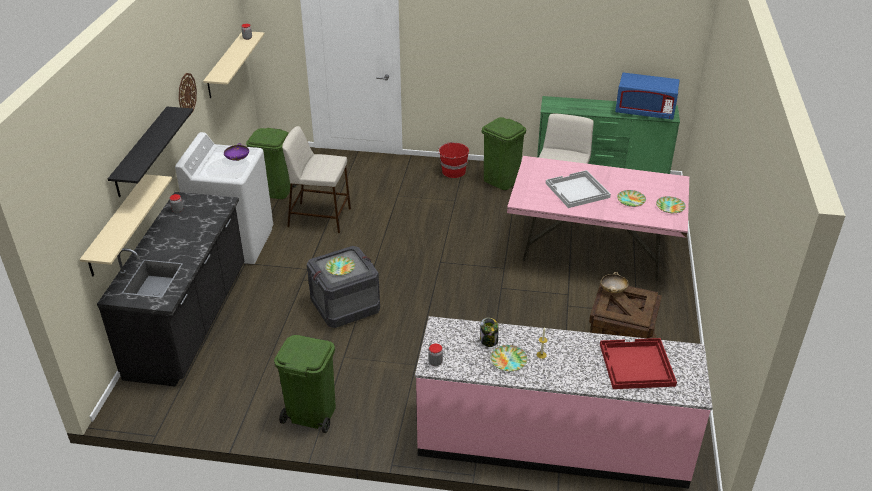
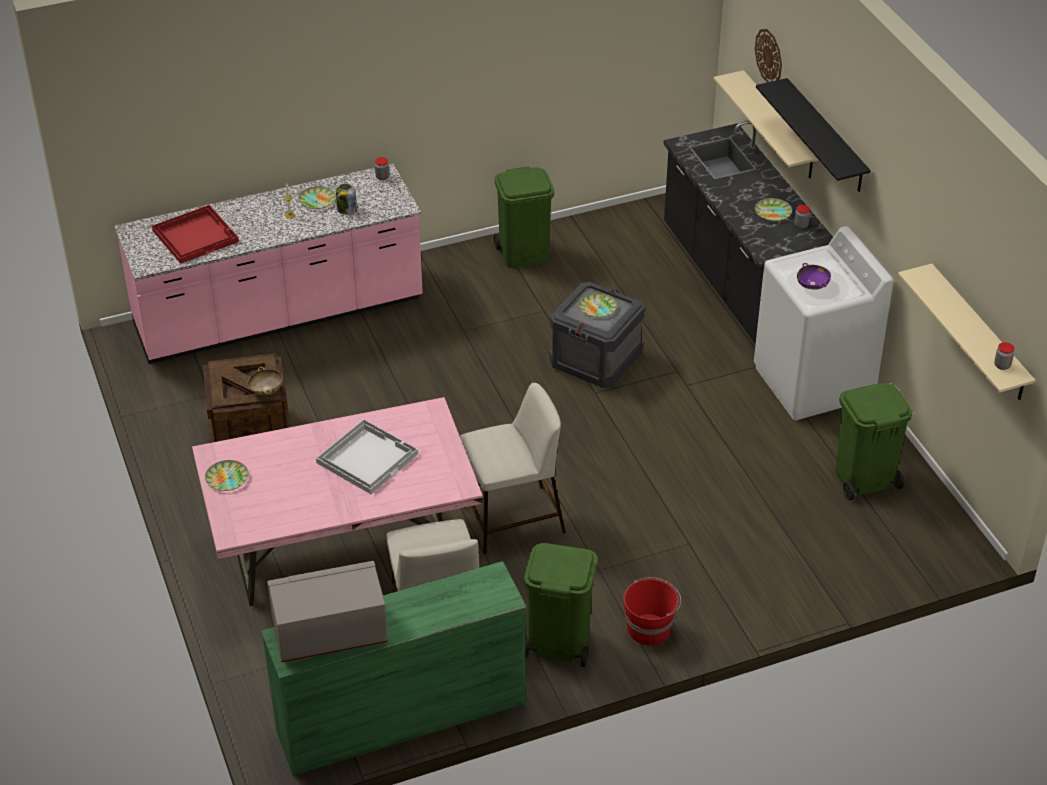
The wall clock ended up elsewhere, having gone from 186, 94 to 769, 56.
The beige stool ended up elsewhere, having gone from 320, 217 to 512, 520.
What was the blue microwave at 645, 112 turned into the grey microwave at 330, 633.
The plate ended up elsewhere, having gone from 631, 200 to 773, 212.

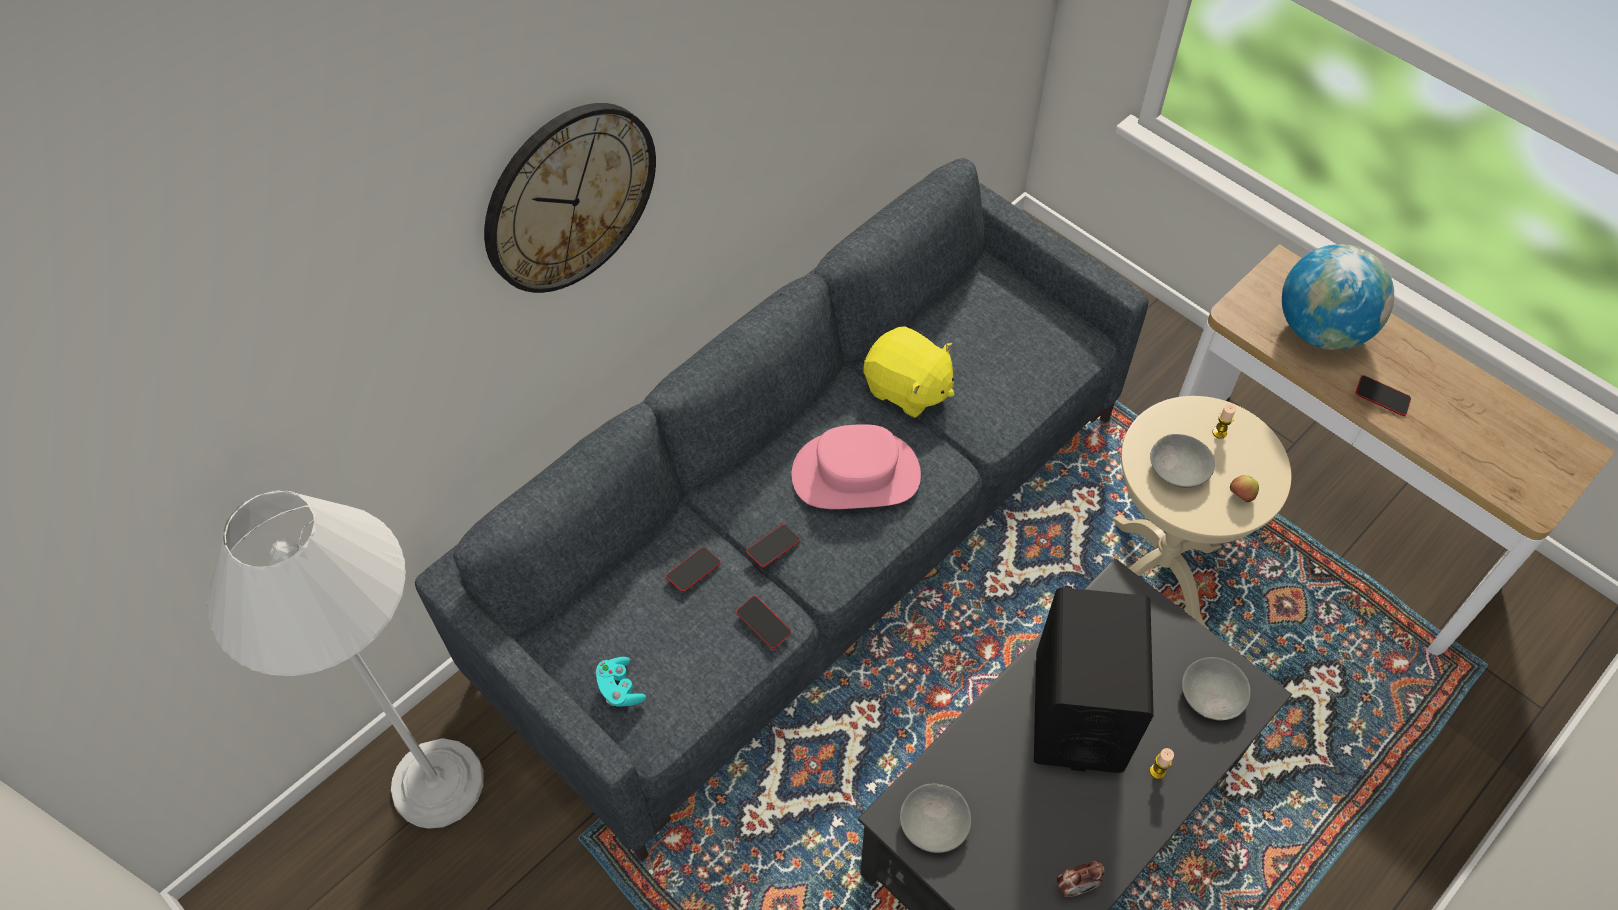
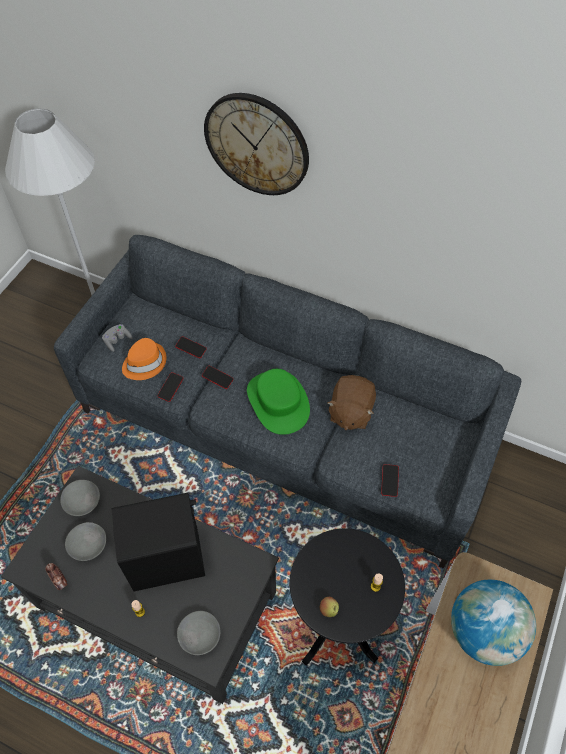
What was the turquoise game controller at 620, 688 turned into the grey game controller at 117, 341.
What was the pink hat at 856, 474 turned into the green hat at 278, 402.
What was the yellow plush toy at 907, 389 turned into the brown plush toy at 350, 412.
What was the beige side table at 1157, 575 turned into the black side table at 337, 625.
The grey bowl ended up elsewhere, having gone from 1178, 468 to 88, 544.
The phone ended up elsewhere, having gone from 1381, 398 to 389, 481.
The second view gained the orange hat at 144, 362.

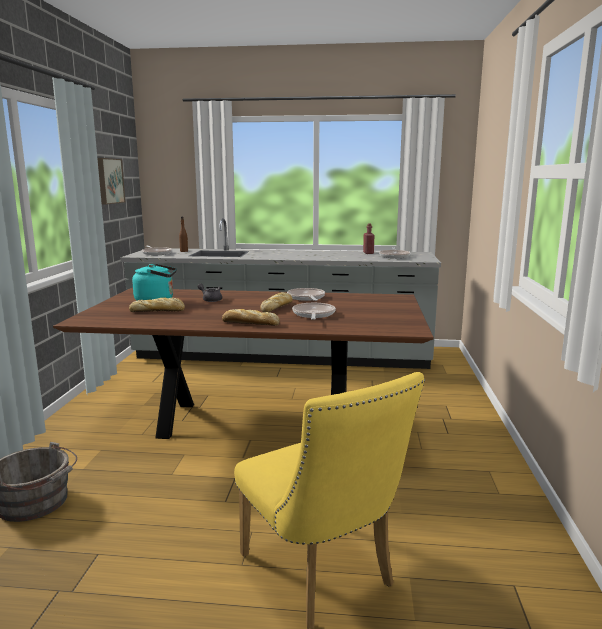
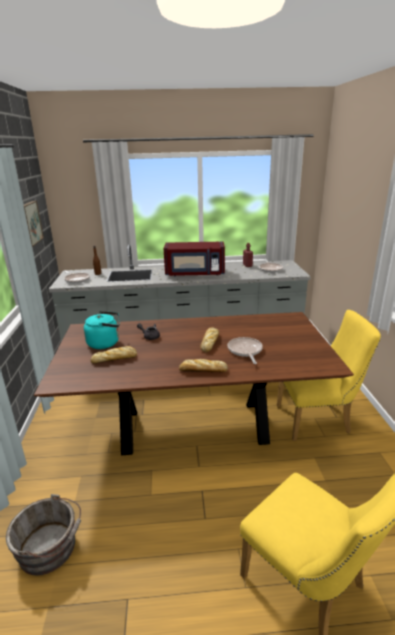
The second view lost the frying pan at 306, 298.
The second view gained the red microwave at 195, 274.
The second view gained the yellow chair at 318, 420.

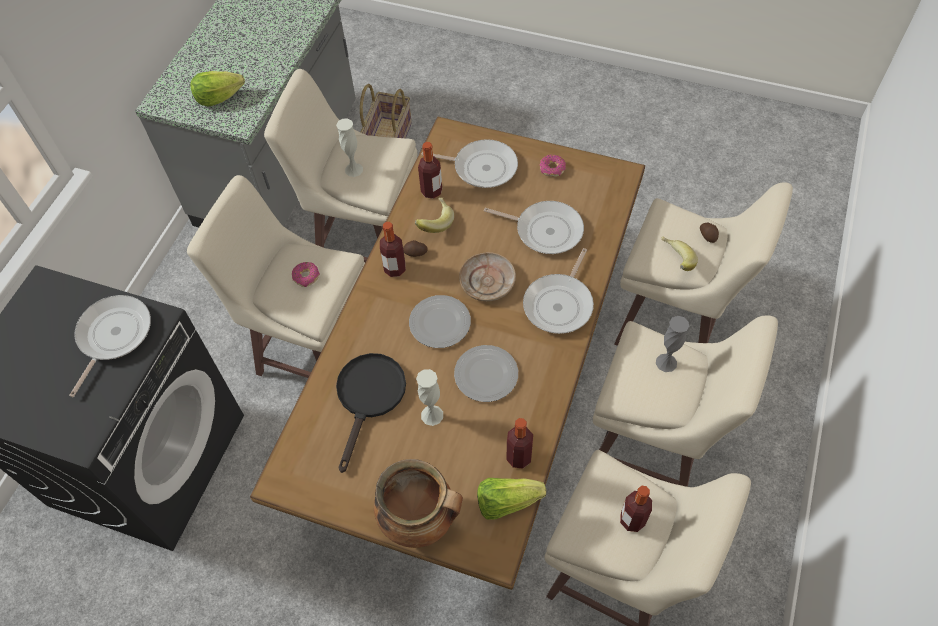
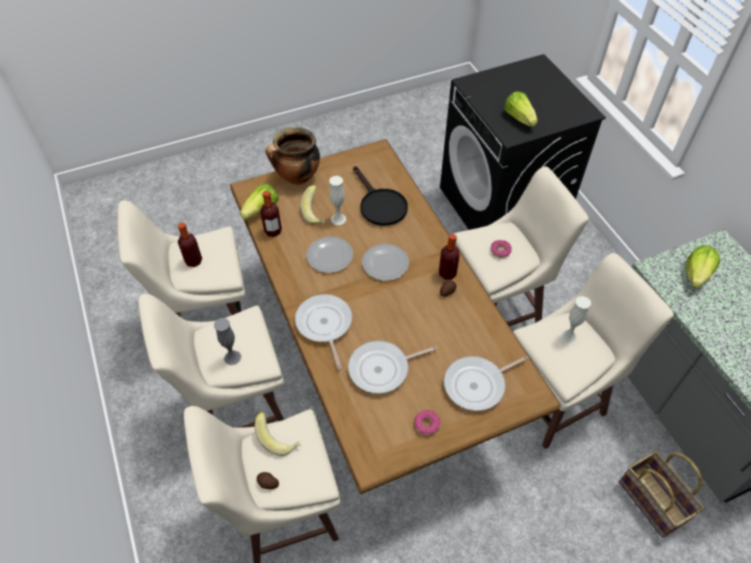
Where the frying pan stood at 113, 336, the lettuce came to stand at 519, 118.
The banana ended up elsewhere, having gone from 434, 222 to 316, 213.
The second view lost the bottle at 431, 191.
The second view lost the beige plate at 487, 281.

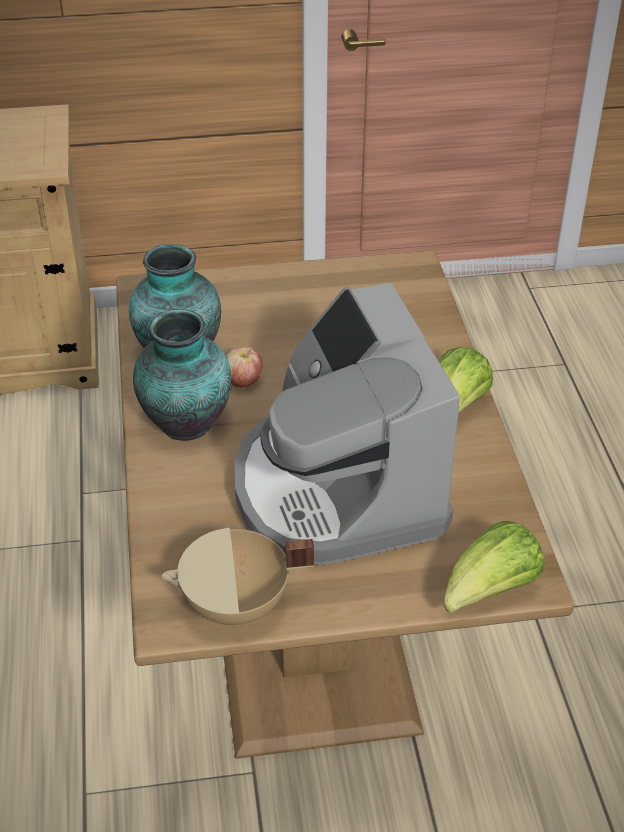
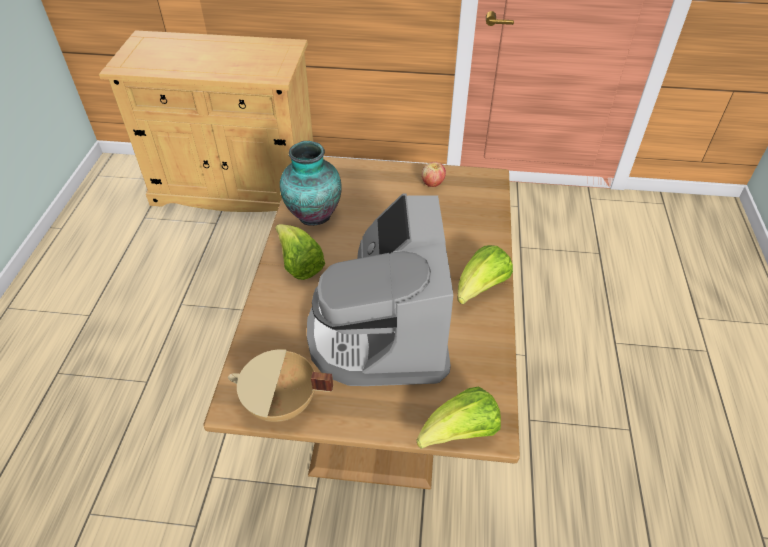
Where the vase stood at 186, 425, the lettuce came to stand at 299, 264.
The apple ended up elsewhere, having gone from 243, 381 to 432, 183.

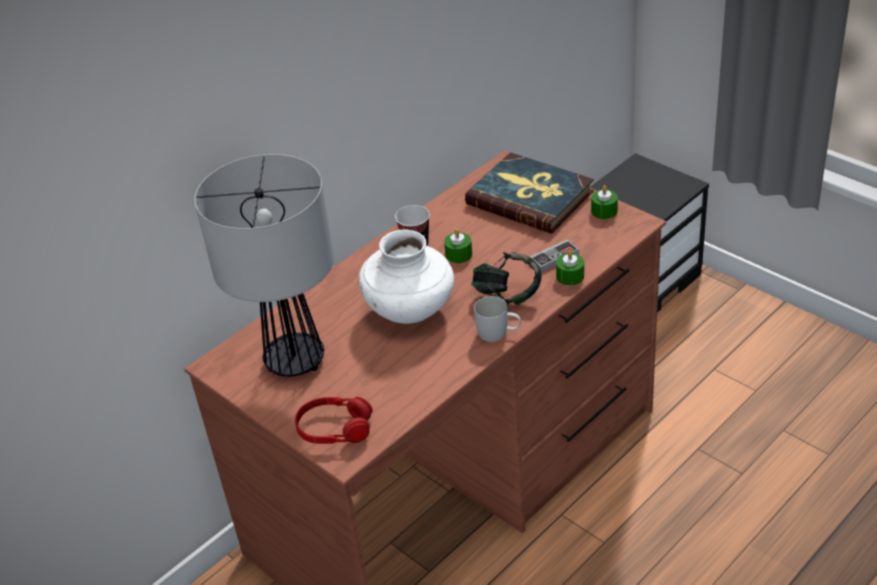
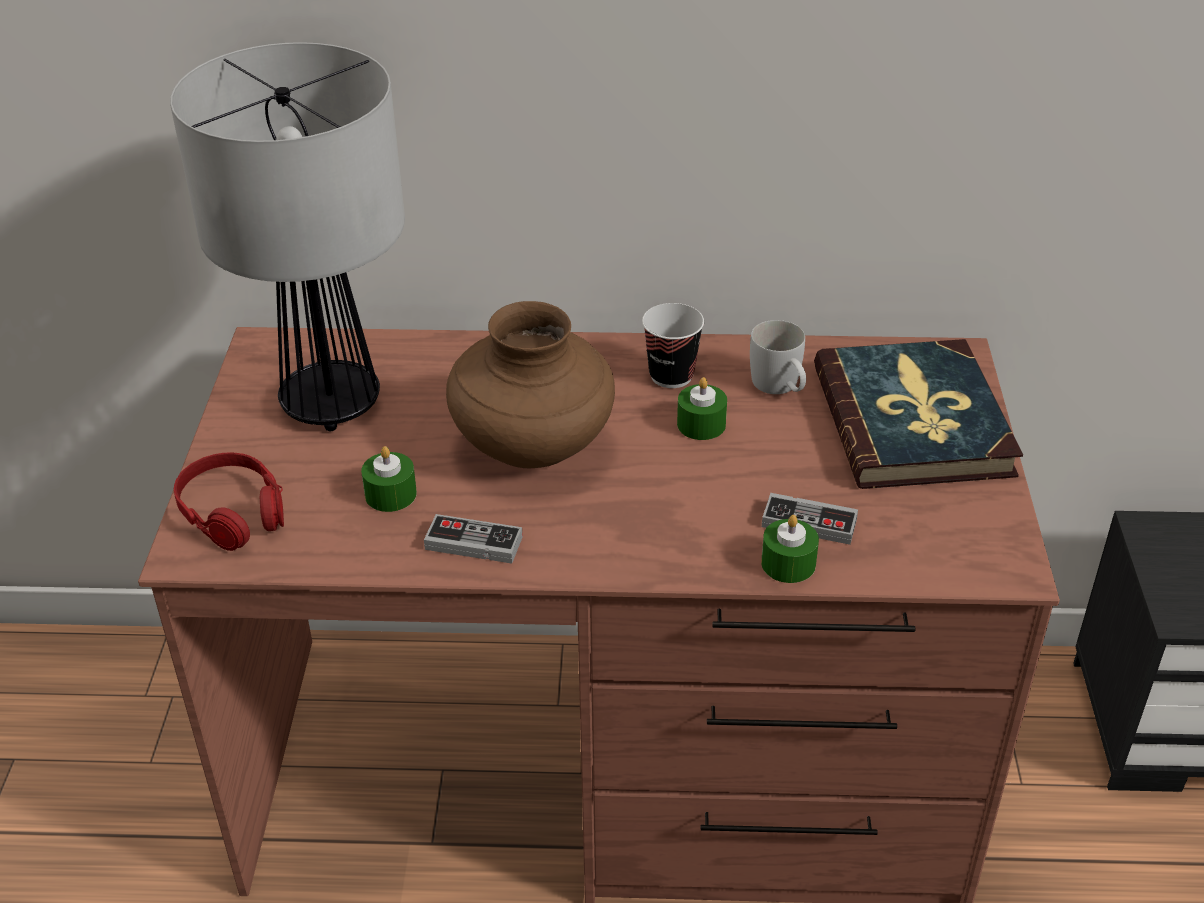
What was the white vase at 410, 310 turned into the brown vase at 534, 447.
The second view lost the headphones at 507, 295.
The white mug ended up elsewhere, having gone from 498, 333 to 780, 387.
The green candle ended up elsewhere, having gone from 604, 211 to 390, 494.
The second view gained the game controller at 473, 543.

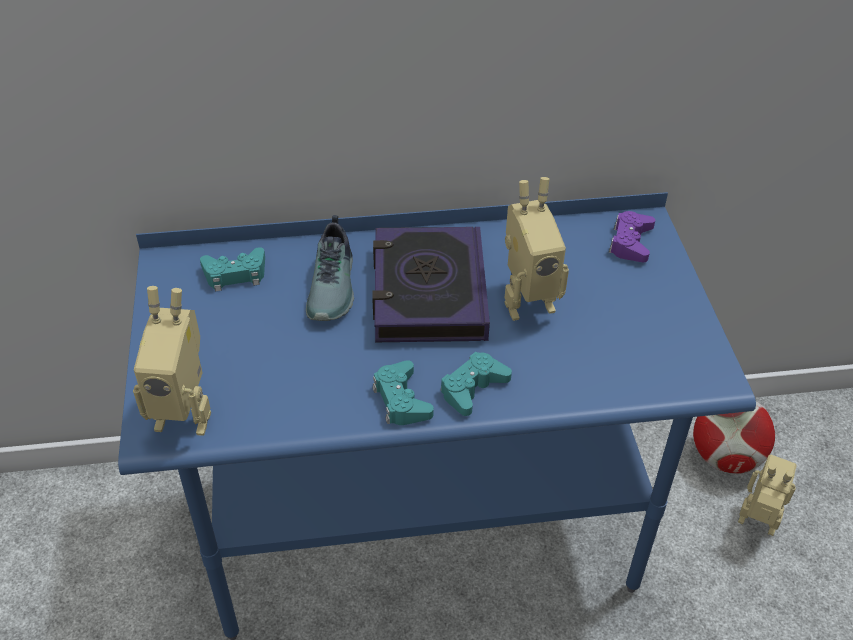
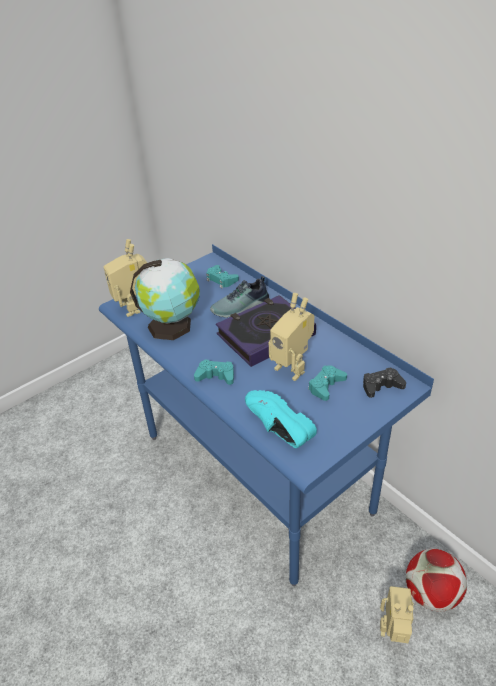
The turquoise game controller ended up elsewhere, having gone from 401, 400 to 326, 386.
What was the purple game controller at 630, 242 turned into the black game controller at 381, 386.
The toy robot at 756, 526 ended up facing another way, 75 degrees counterclockwise from before.
The second view gained the globe at 172, 326.
The second view gained the turquoise shoe at 276, 430.

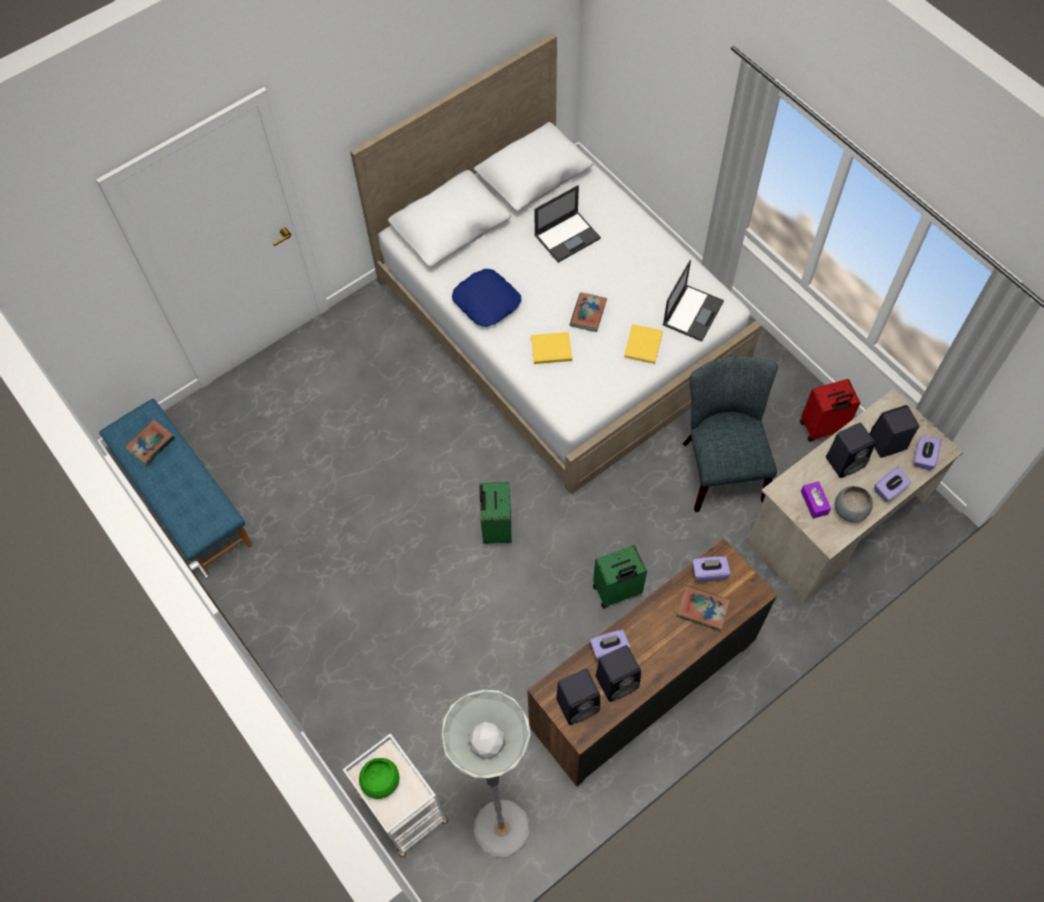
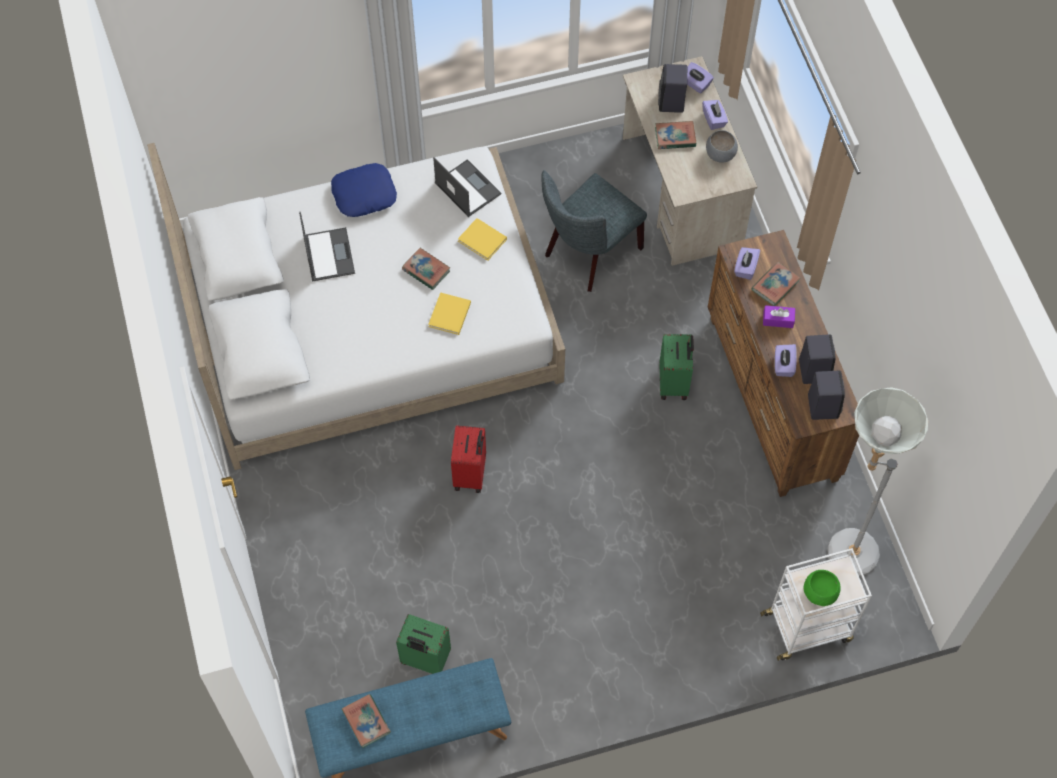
The blue pillow ended up elsewhere, having gone from 487, 301 to 364, 194.
The green suitcase ended up elsewhere, having gone from 495, 527 to 424, 659.
The grey chair at 720, 466 ended up facing another way, 60 degrees counterclockwise from before.
The red suitcase ended up elsewhere, having gone from 822, 428 to 471, 474.
The purple tissue box ended up elsewhere, having gone from 814, 502 to 778, 320.
Where the black speaker stood at 845, 461, the book came to stand at 675, 137.

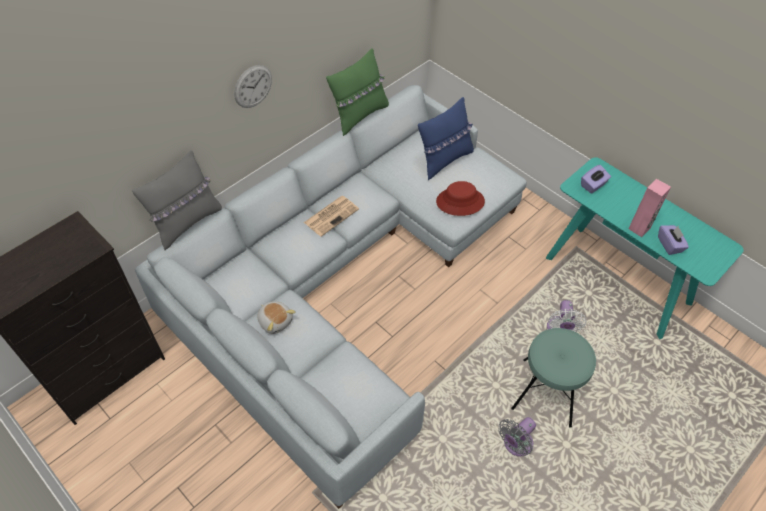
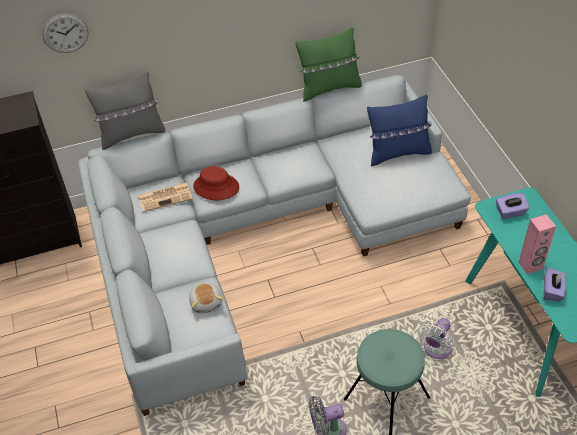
The wall clock ended up elsewhere, having gone from 253, 86 to 65, 33.
The plush toy ended up elsewhere, having gone from 275, 321 to 206, 302.
The newspaper ended up elsewhere, having gone from 331, 215 to 166, 197.
The red hat ended up elsewhere, having gone from 460, 202 to 216, 187.

